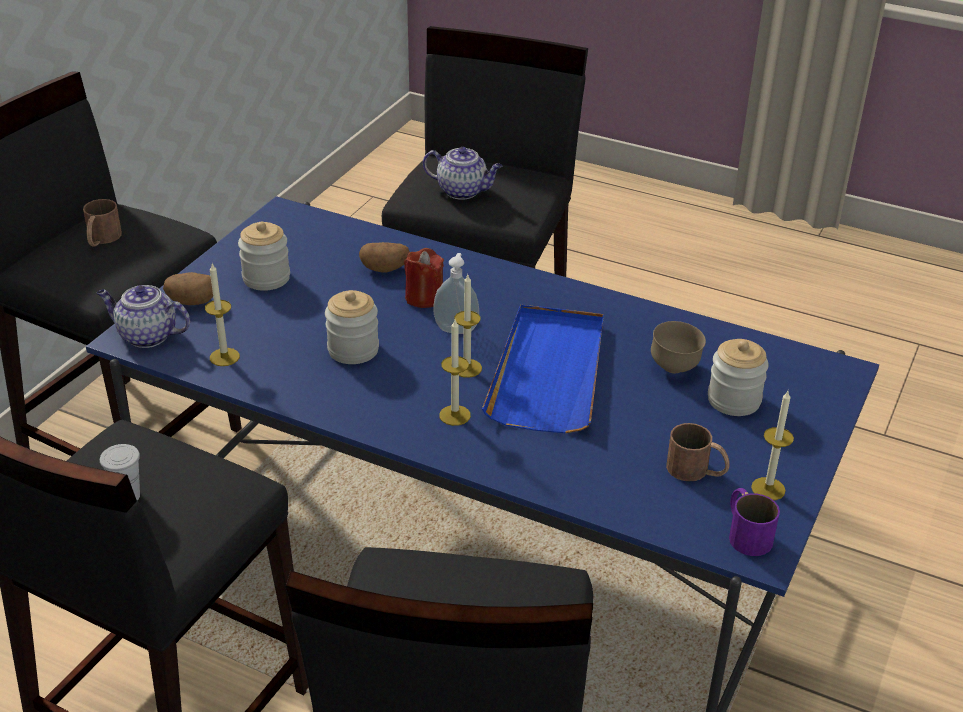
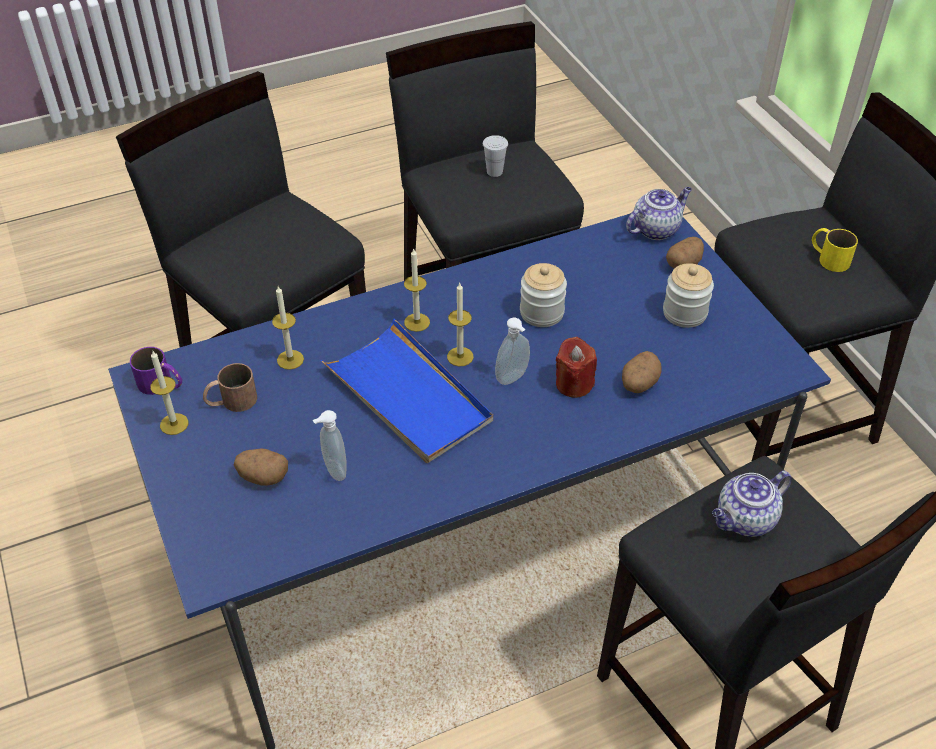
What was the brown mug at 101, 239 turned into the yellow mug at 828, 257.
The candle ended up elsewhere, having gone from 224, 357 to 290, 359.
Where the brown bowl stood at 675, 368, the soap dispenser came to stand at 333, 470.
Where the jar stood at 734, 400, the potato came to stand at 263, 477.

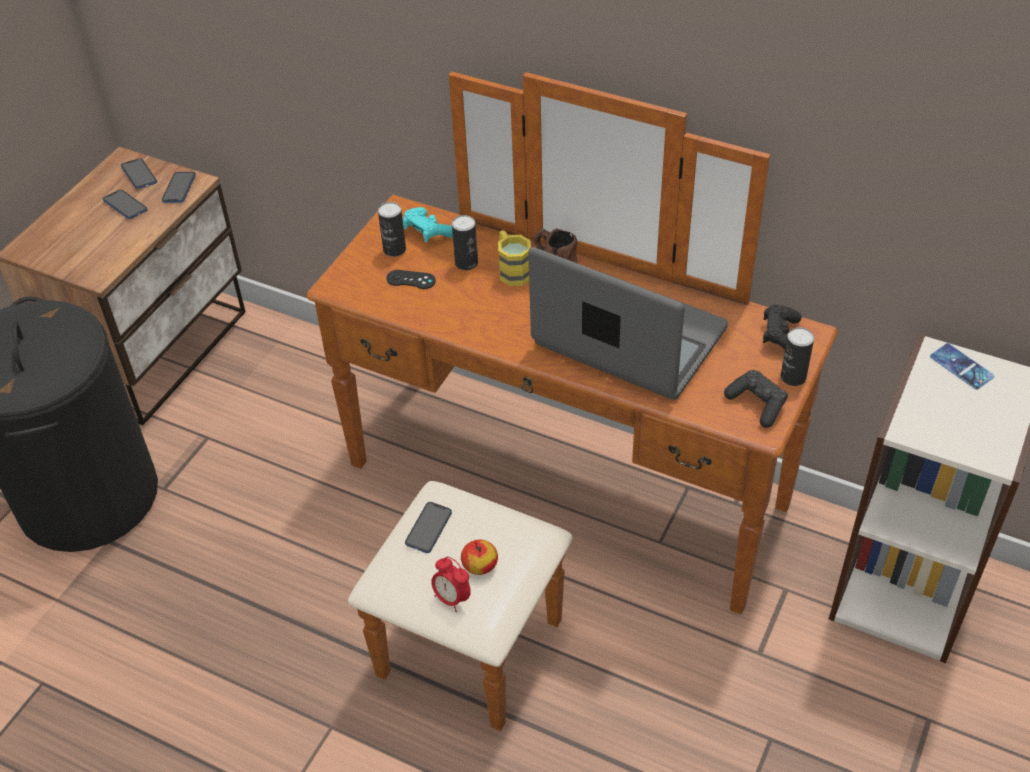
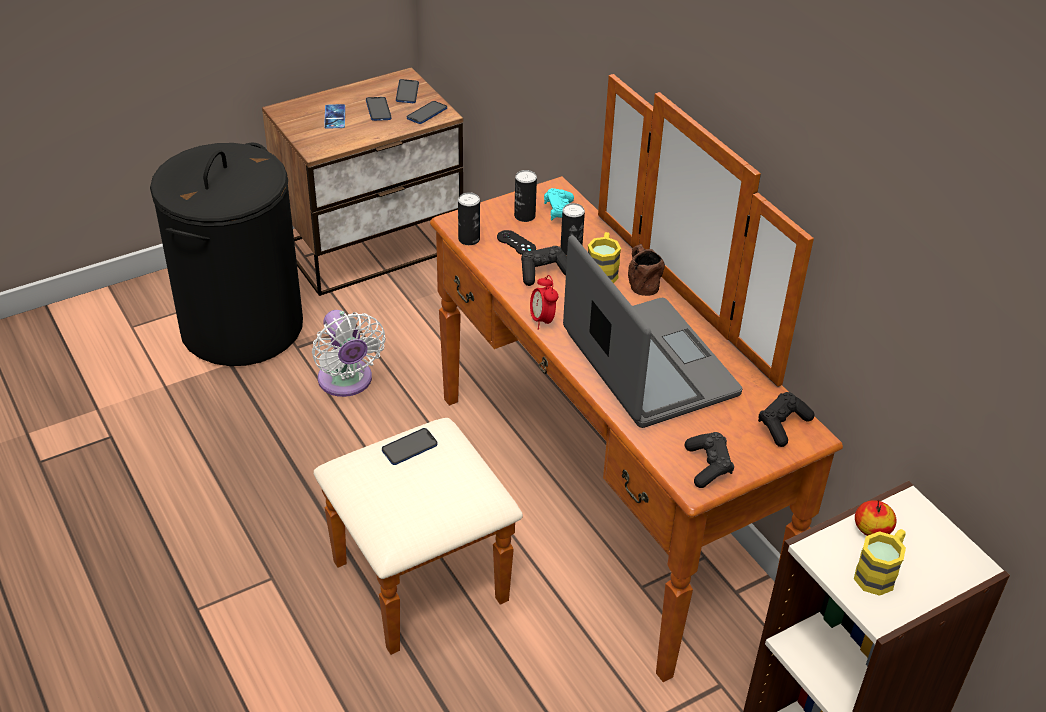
The alarm clock ended up elsewhere, having gone from 452, 598 to 542, 320.
The apple ended up elsewhere, having gone from 480, 565 to 872, 529.
The can ended up elsewhere, having gone from 793, 377 to 469, 239.
The phone ended up elsewhere, having gone from 961, 367 to 335, 117.
The second view gained the white fan at 347, 382.
The second view gained the black game controller at 544, 273.
The second view gained the yellow mug at 879, 573.

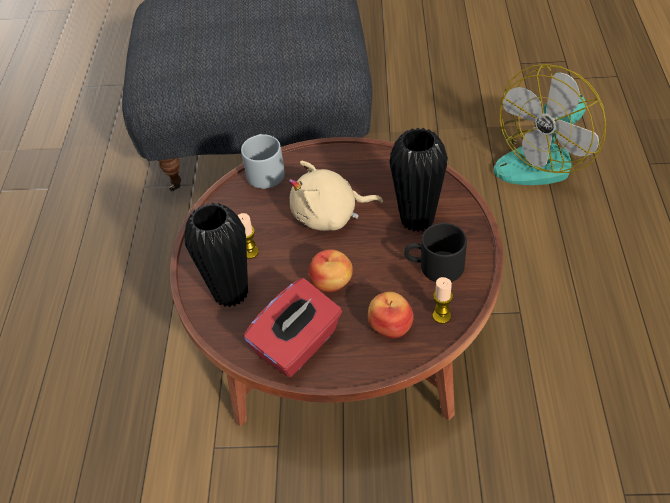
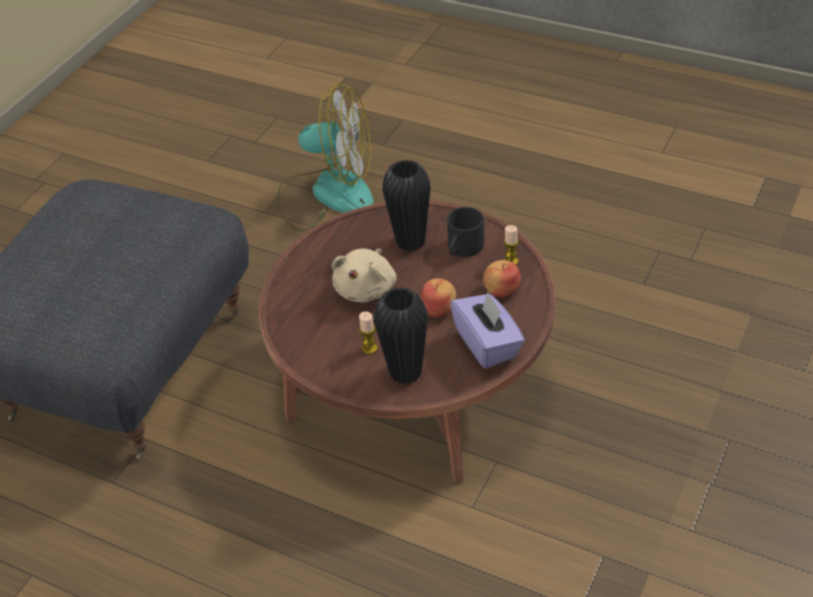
The second view lost the grey mug at 264, 170.
What was the red tissue box at 298, 345 turned into the purple tissue box at 487, 344.
The fan at 544, 157 ended up facing another way, 60 degrees counterclockwise from before.

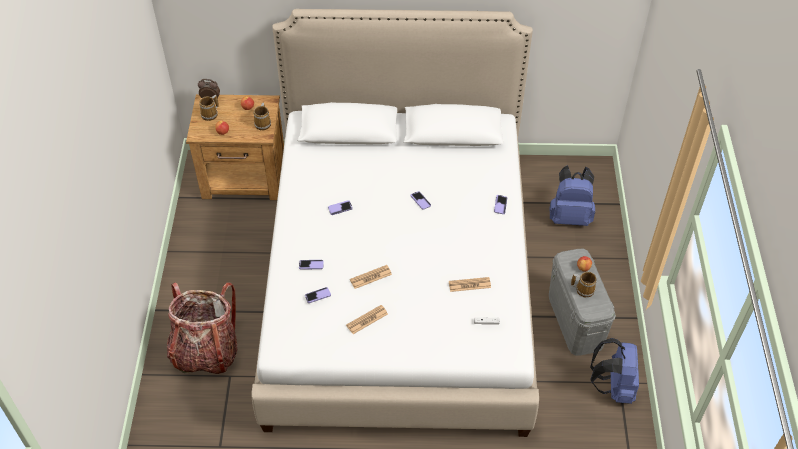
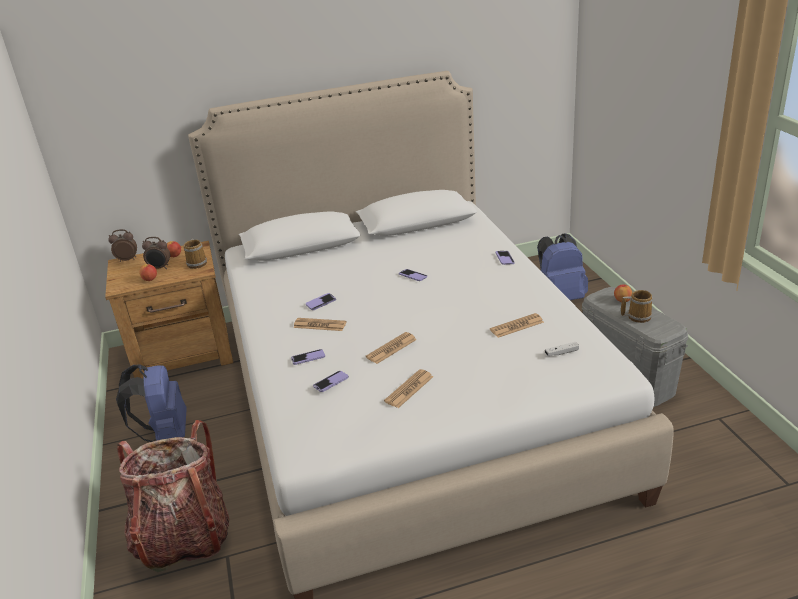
The second view lost the mug at 210, 114.
The blue backpack ended up elsewhere, having gone from 613, 386 to 165, 433.
The second view gained the alarm clock at 160, 268.
The second view gained the newspaper at 319, 325.

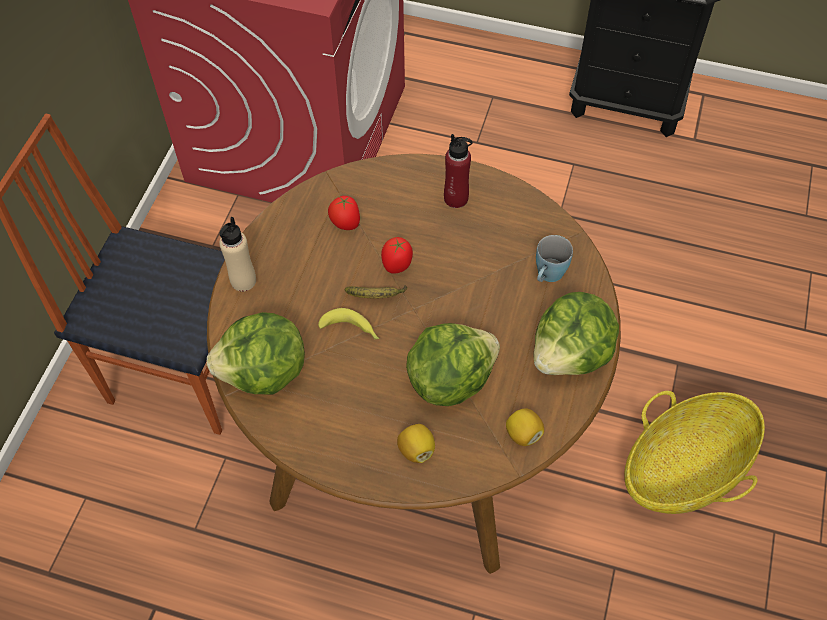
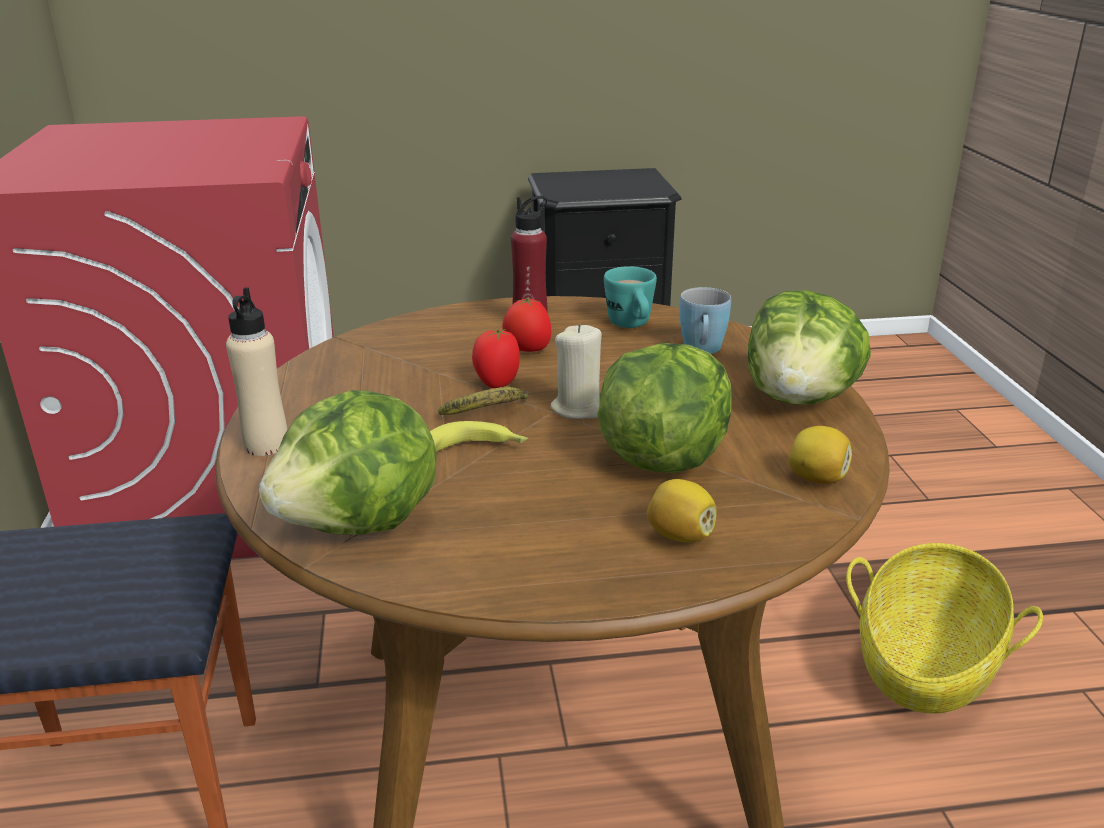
The tomato ended up elsewhere, having gone from 345, 224 to 527, 350.
The second view gained the beige candle at 579, 408.
The second view gained the turquoise mug at 631, 326.

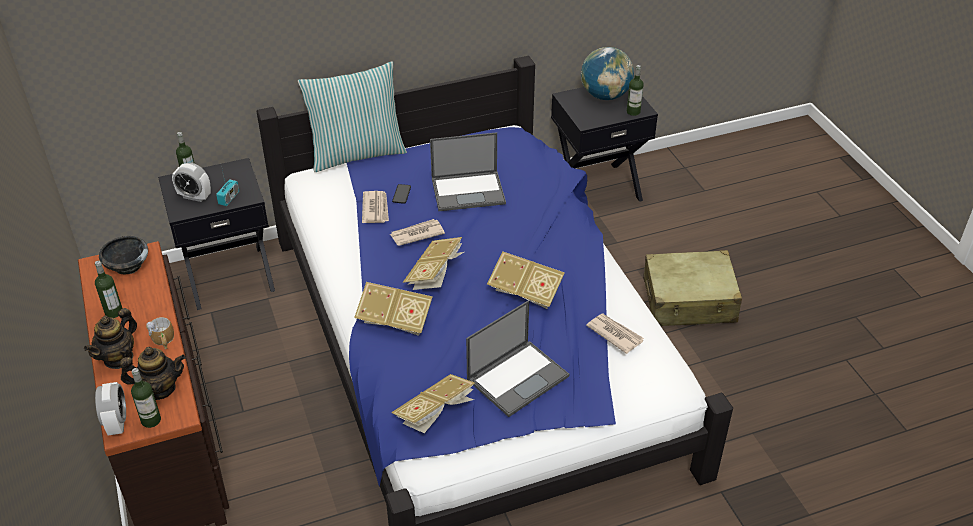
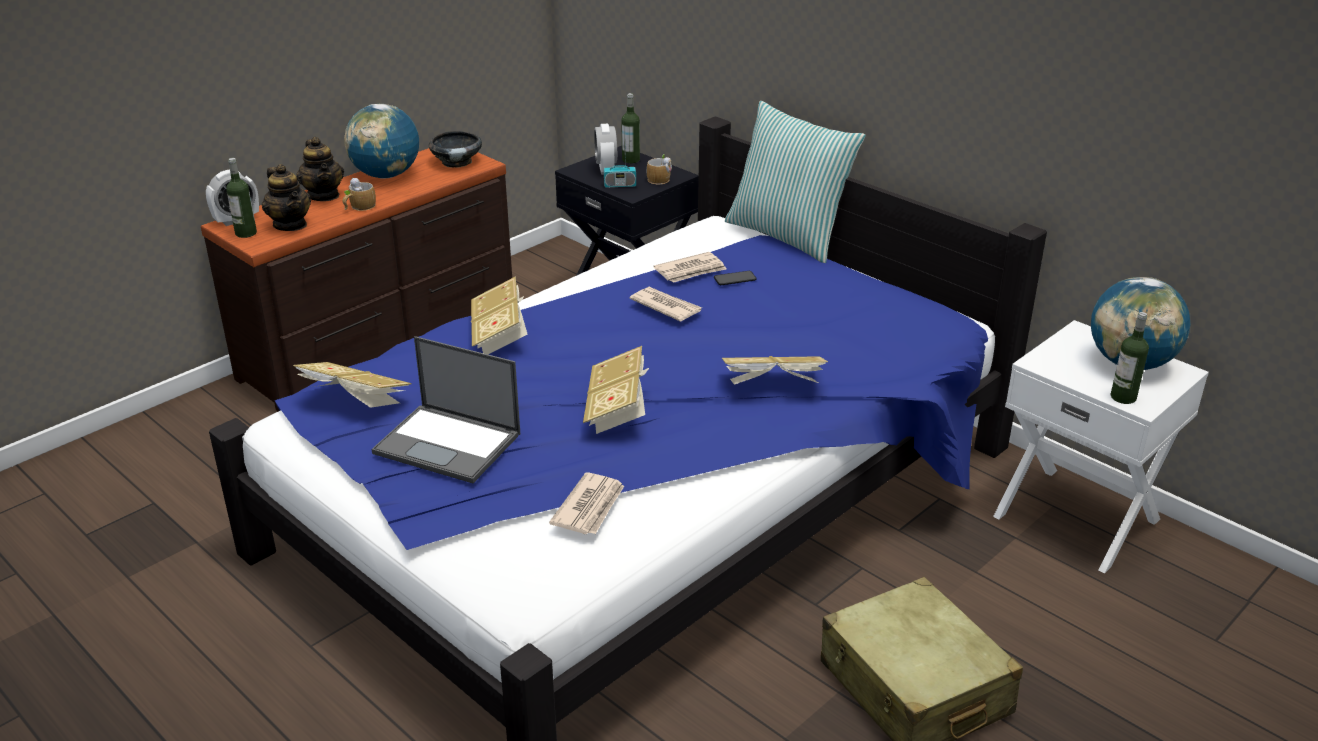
The teapot at 118, 358 ended up facing another way, 120 degrees counterclockwise from before.
Where the bottle stood at 114, 312, the globe came to stand at 386, 175.
The book ended up elsewhere, having gone from 435, 275 to 772, 387.
The second view lost the laptop at 469, 191.
What was the black nightstand at 596, 188 turned into the white nightstand at 1077, 517.
The second view gained the mug at 660, 178.

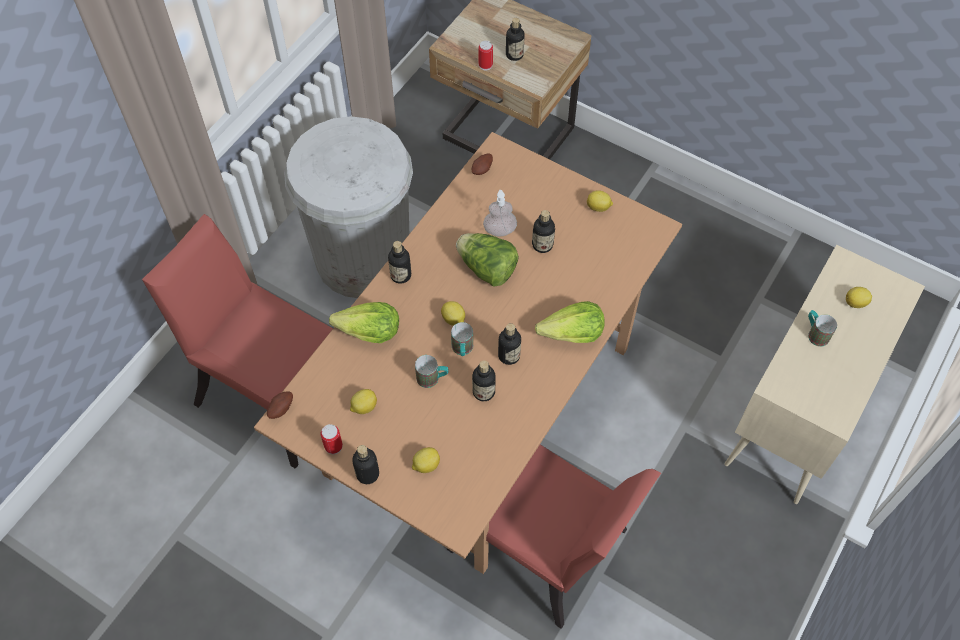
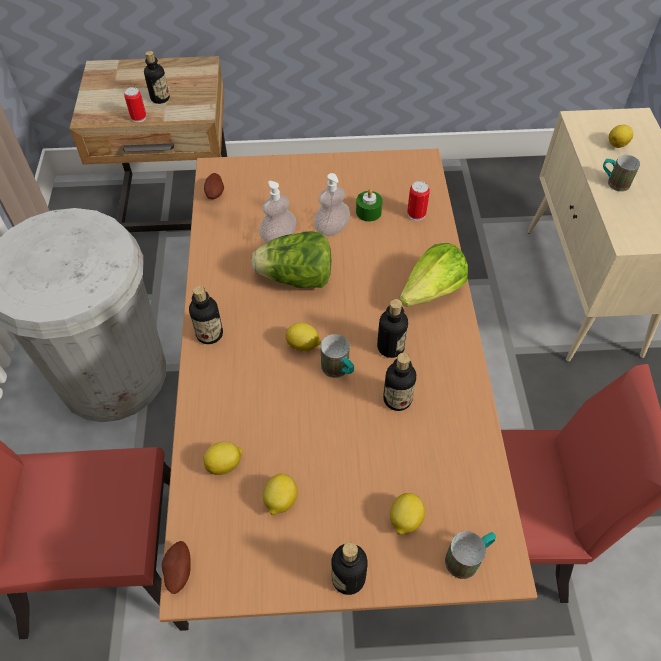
The can ended up elsewhere, having gone from 333, 446 to 416, 214.
The second view lost the lettuce at 369, 332.
The mug ended up elsewhere, having gone from 432, 378 to 468, 558.
Where the bottle stood at 542, 245, the soap dispenser came to stand at 332, 228.
The lemon ended up elsewhere, having gone from 598, 207 to 225, 464.
The second view gained the green candle at 368, 212.

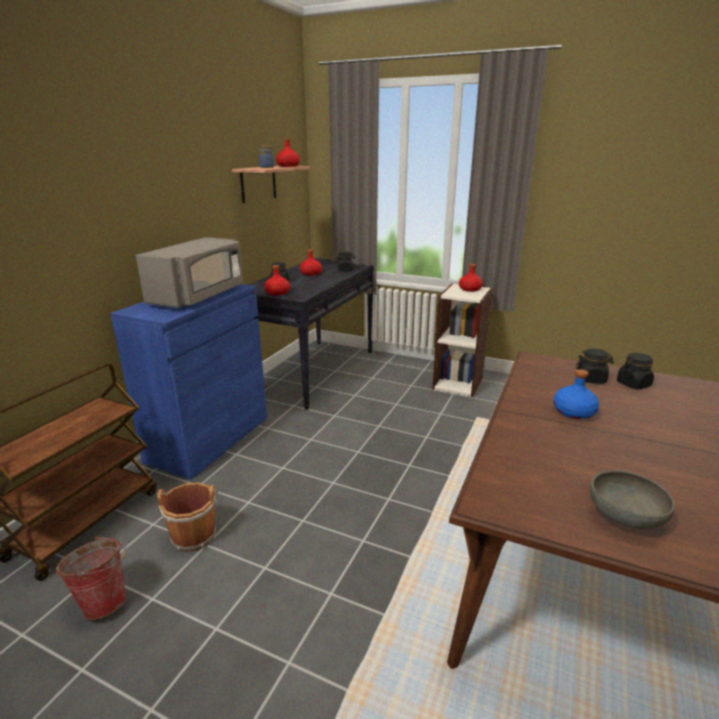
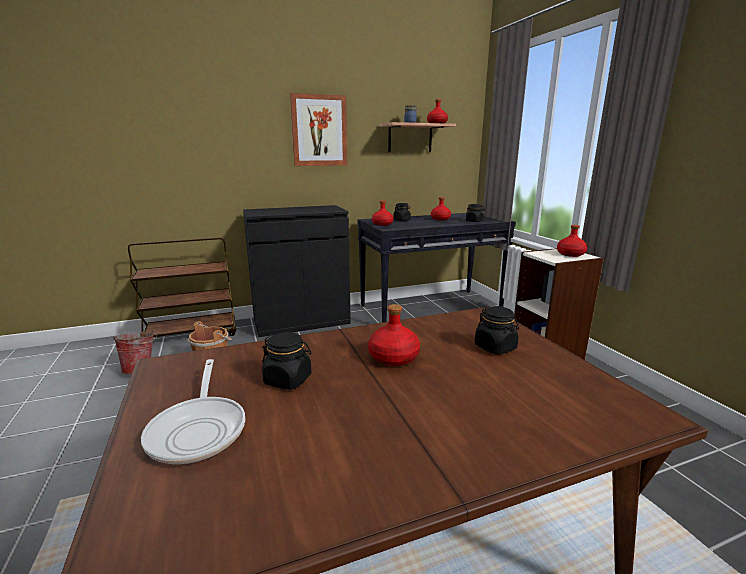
What was the blue cabinet at 209, 439 turned into the black cabinet at 301, 321.
The second view lost the grey microwave at 199, 296.
What was the blue bottle at 573, 412 turned into the red bottle at 393, 357.
Where the grey bowl stood at 625, 516, the frying pan came to stand at 199, 429.
The black jar ended up elsewhere, having gone from 633, 384 to 288, 380.
The second view gained the picture at 319, 131.

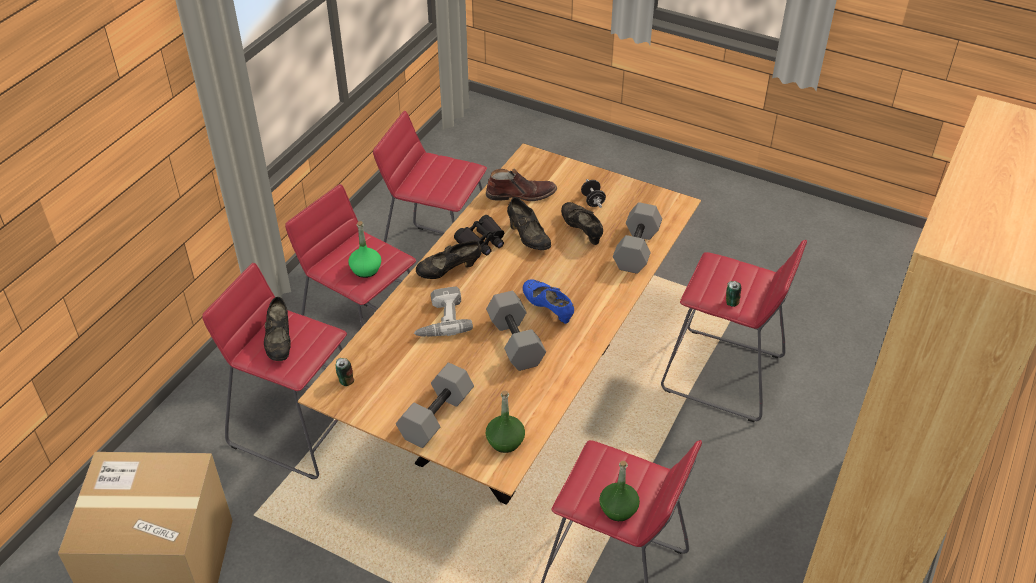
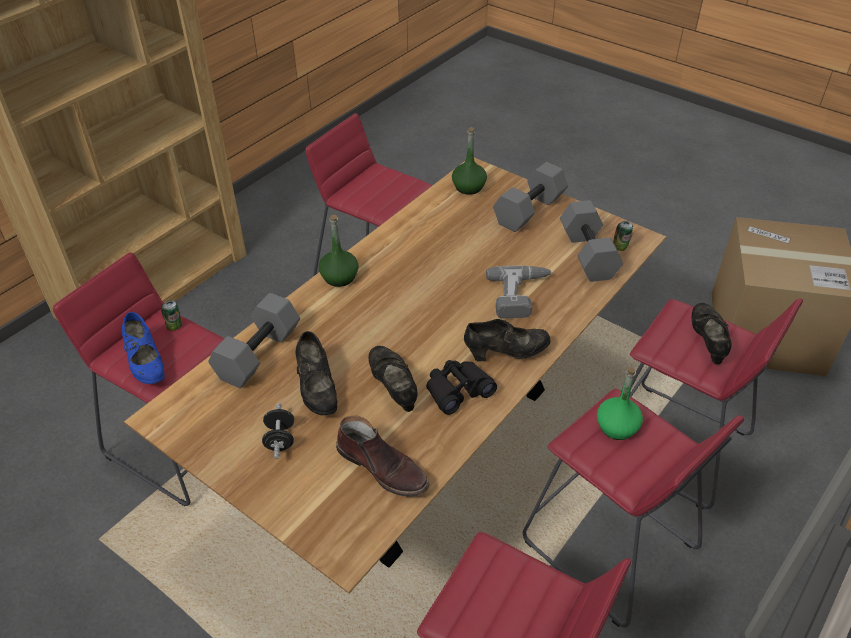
The brown boot at 521, 194 ended up facing another way, 150 degrees counterclockwise from before.
The grey dumbbell ended up elsewhere, having gone from 517, 342 to 586, 254.
The blue shoe ended up elsewhere, having gone from 548, 309 to 146, 364.
The green bottle ended up elsewhere, having gone from 618, 509 to 339, 277.

